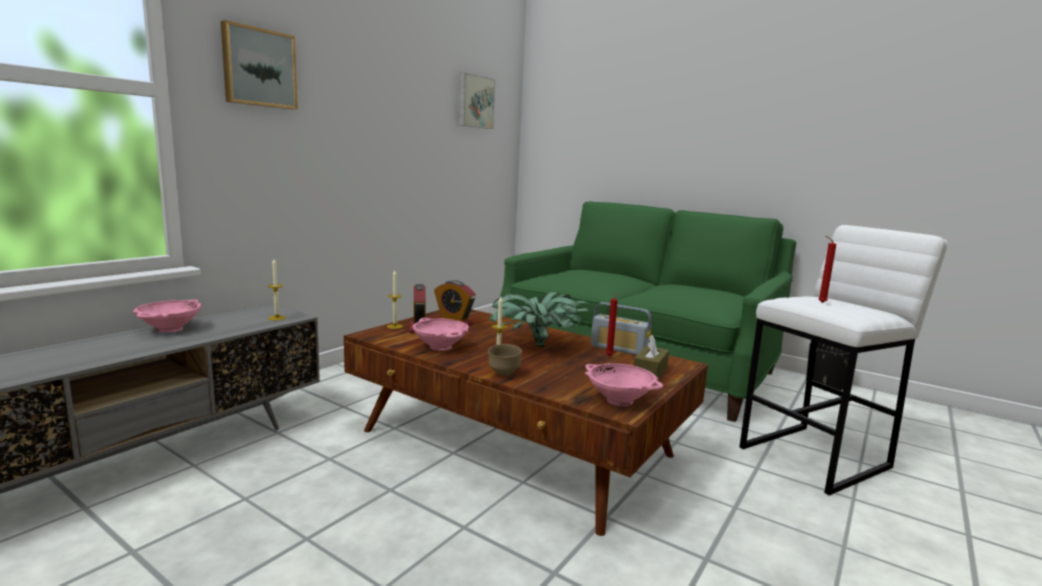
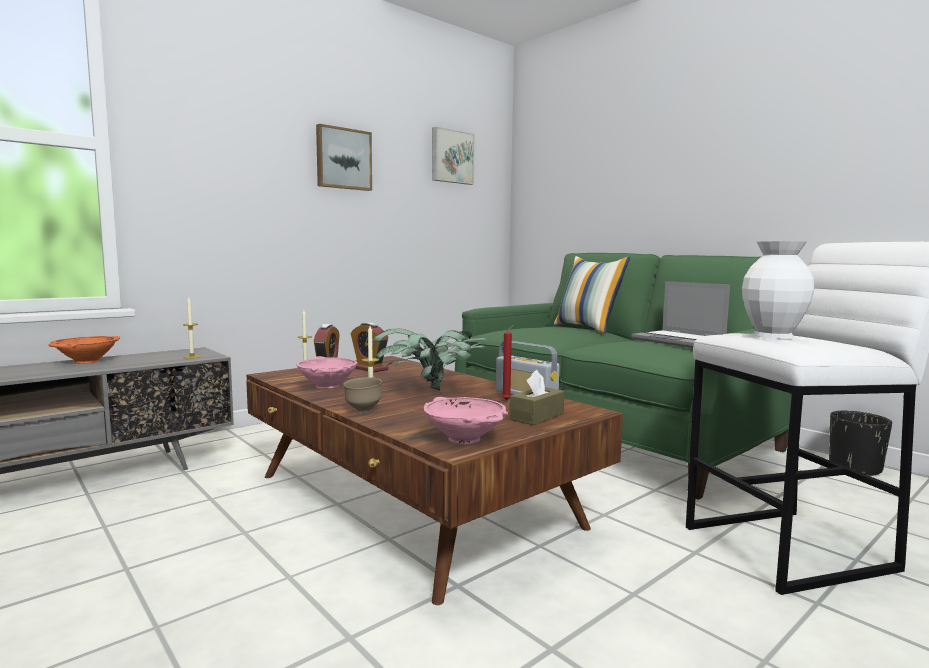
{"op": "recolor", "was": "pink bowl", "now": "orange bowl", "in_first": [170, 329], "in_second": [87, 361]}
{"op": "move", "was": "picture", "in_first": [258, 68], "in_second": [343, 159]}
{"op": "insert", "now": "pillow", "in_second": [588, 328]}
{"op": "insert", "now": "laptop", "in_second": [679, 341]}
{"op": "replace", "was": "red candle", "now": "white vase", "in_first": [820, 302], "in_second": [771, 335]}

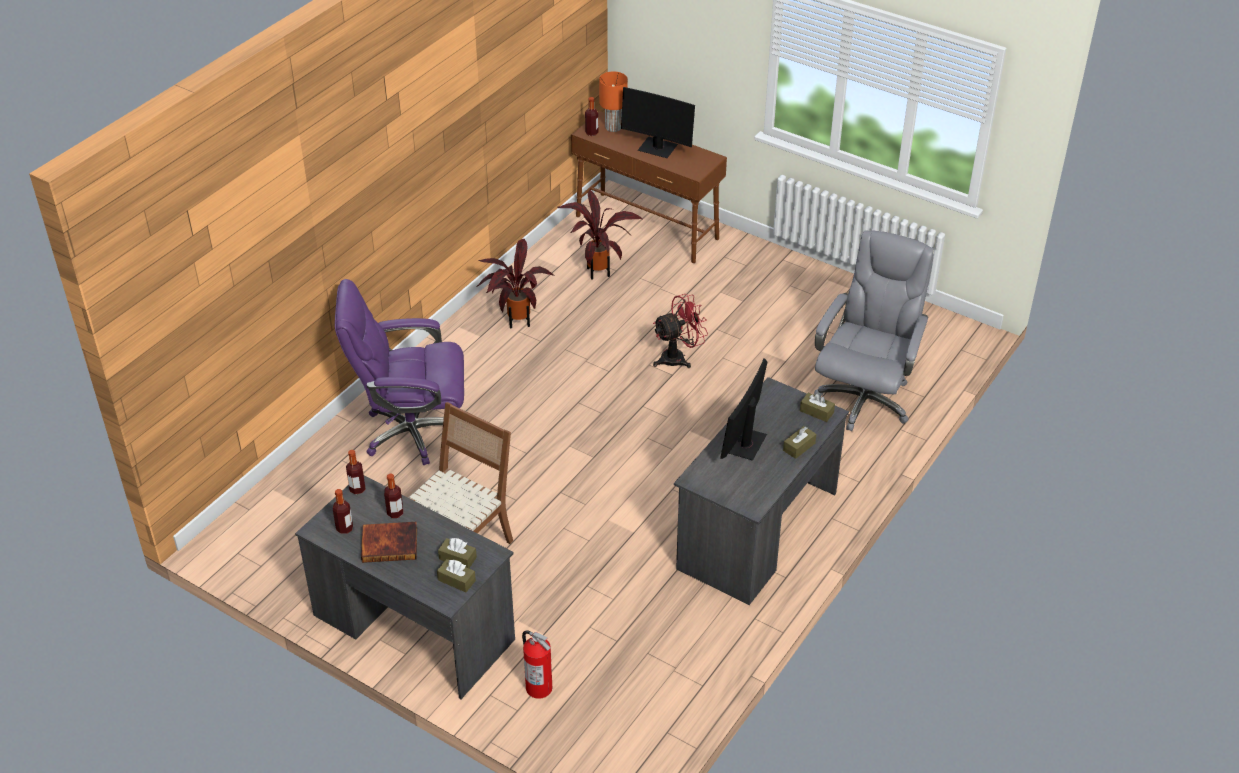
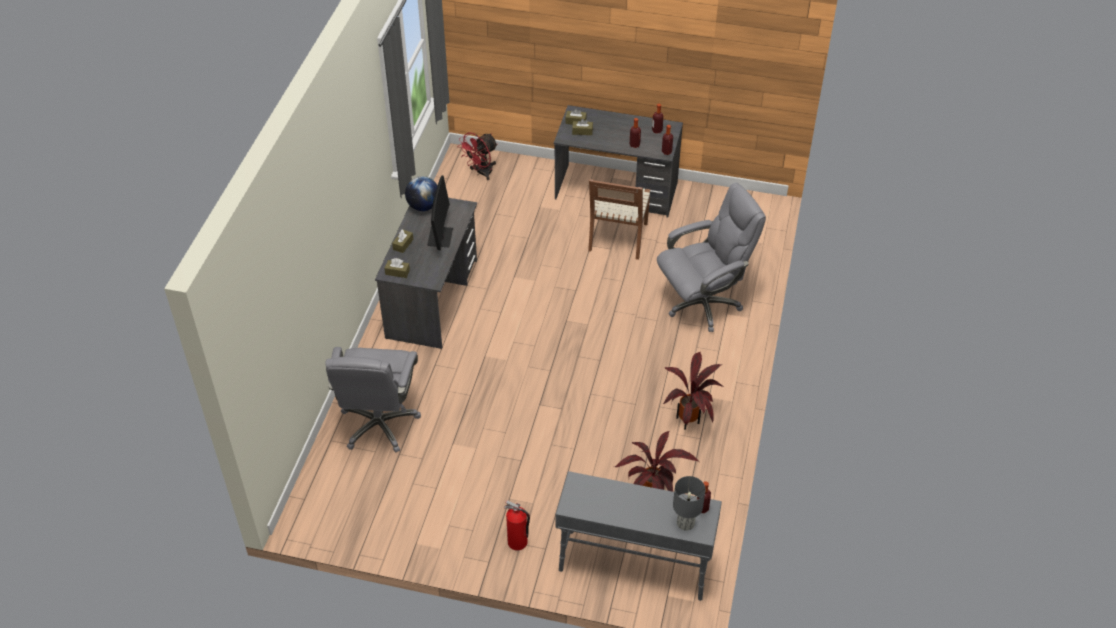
{"op": "insert", "now": "globe", "in_second": [423, 206]}
{"op": "move", "was": "red fan", "in_first": [678, 357], "in_second": [481, 172]}
{"op": "move", "was": "fire extinguisher", "in_first": [539, 687], "in_second": [517, 542]}
{"op": "recolor", "was": "brown console table", "now": "grey console table", "in_first": [646, 228], "in_second": [634, 564]}
{"op": "recolor", "was": "purple office chair", "now": "grey office chair", "in_first": [414, 432], "in_second": [702, 305]}
{"op": "recolor", "was": "orange table lamp", "now": "grey table lamp", "in_first": [613, 127], "in_second": [685, 523]}
{"op": "delete", "was": "book", "in_first": [390, 543]}
{"op": "delete", "was": "monitor", "in_first": [657, 148]}

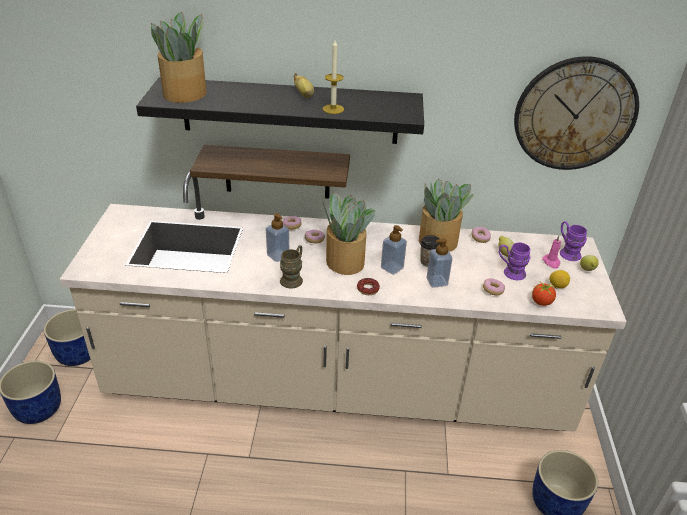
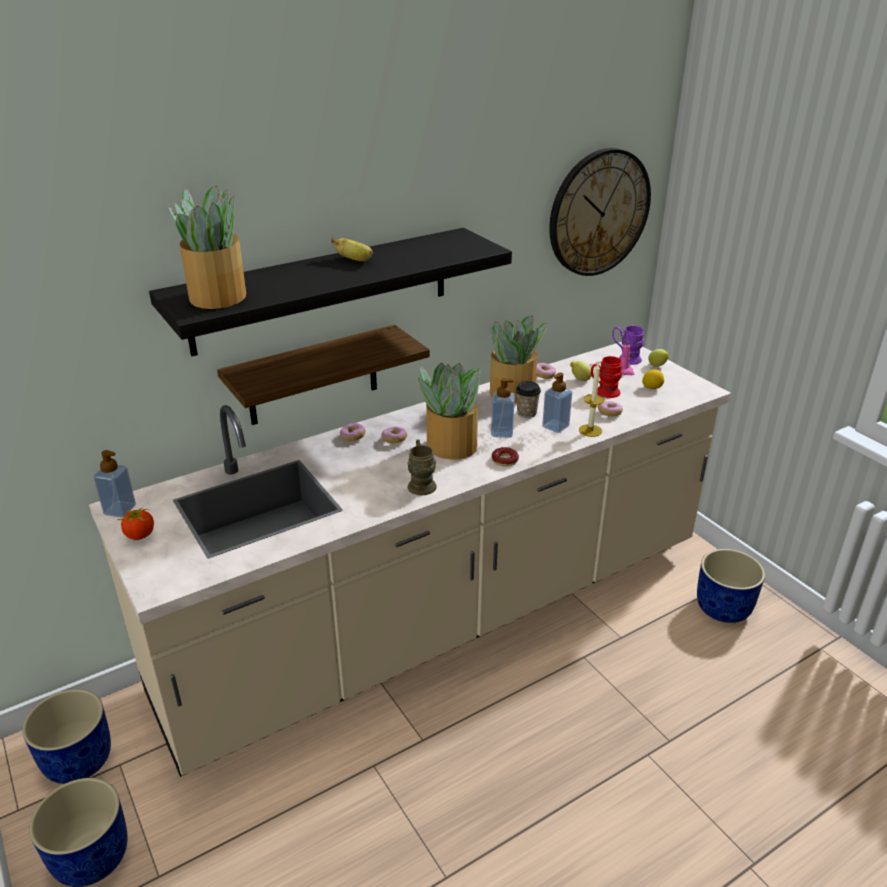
{"op": "move", "was": "soap dispenser", "in_first": [278, 255], "in_second": [120, 510]}
{"op": "move", "was": "tomato", "in_first": [541, 302], "in_second": [140, 535]}
{"op": "move", "was": "candle", "in_first": [333, 109], "in_second": [590, 430]}
{"op": "recolor", "was": "purple mug", "now": "red mug", "in_first": [510, 272], "in_second": [603, 393]}

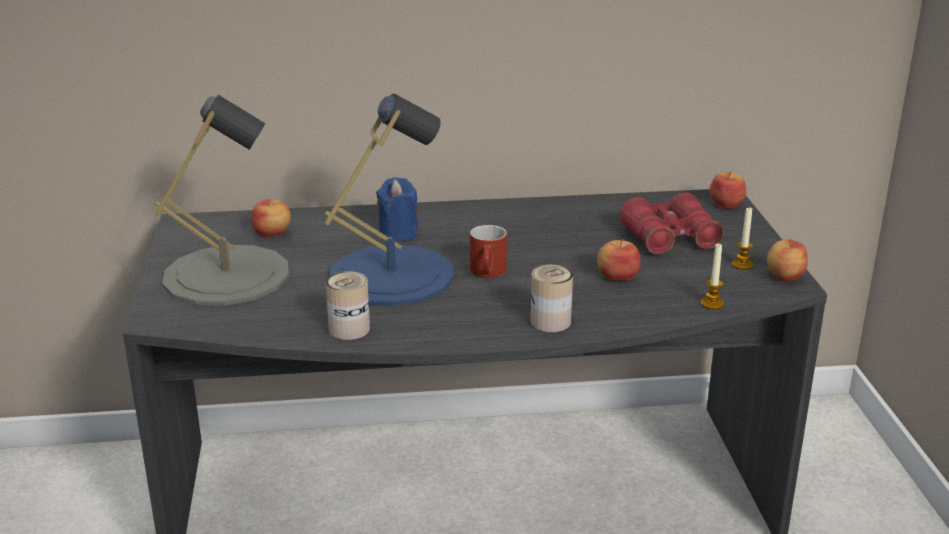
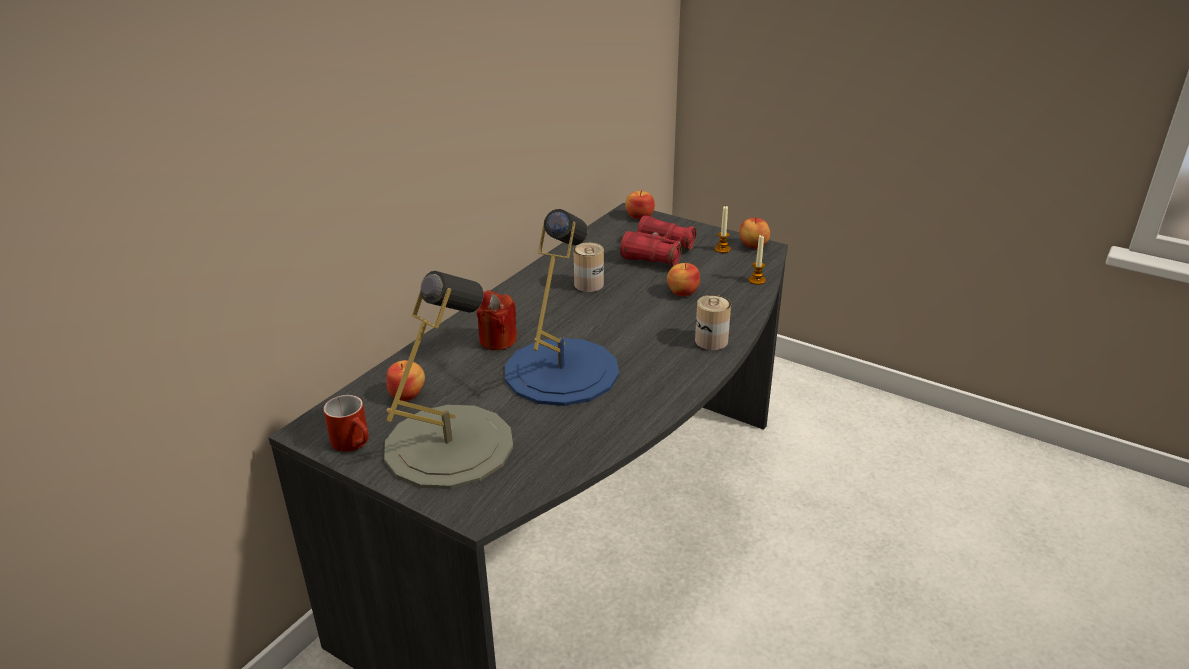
{"op": "move", "was": "red mug", "in_first": [489, 273], "in_second": [355, 442]}
{"op": "recolor", "was": "blue candle", "now": "red candle", "in_first": [398, 233], "in_second": [497, 340]}
{"op": "move", "was": "can", "in_first": [349, 329], "in_second": [589, 284]}

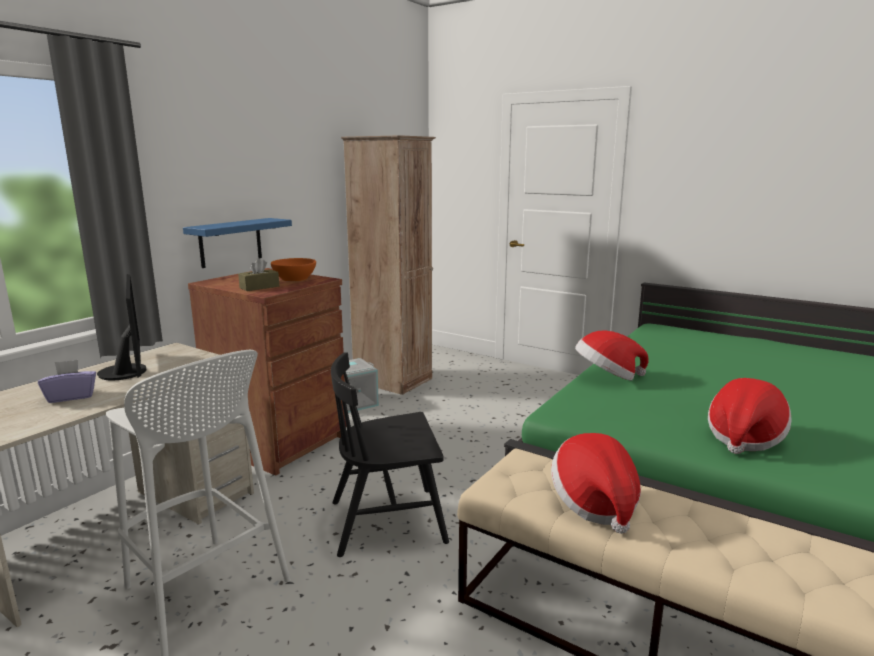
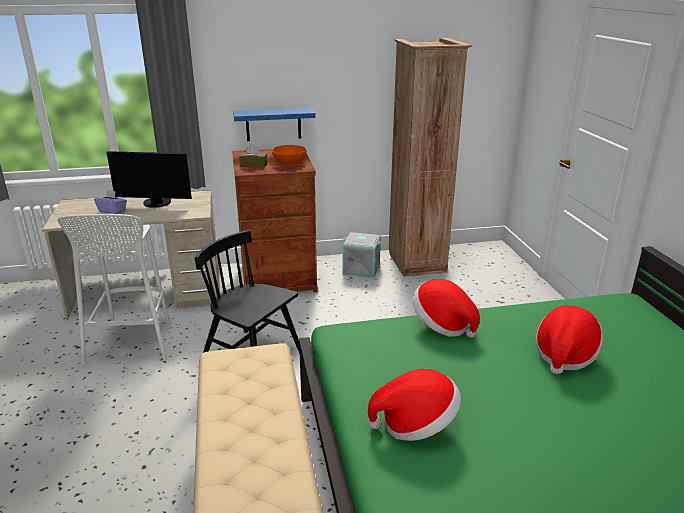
{"op": "rotate", "was": "monitor", "in_first": [128, 371], "in_second": [156, 203], "clockwise": 75}
{"op": "move", "was": "hat", "in_first": [594, 504], "in_second": [564, 355]}

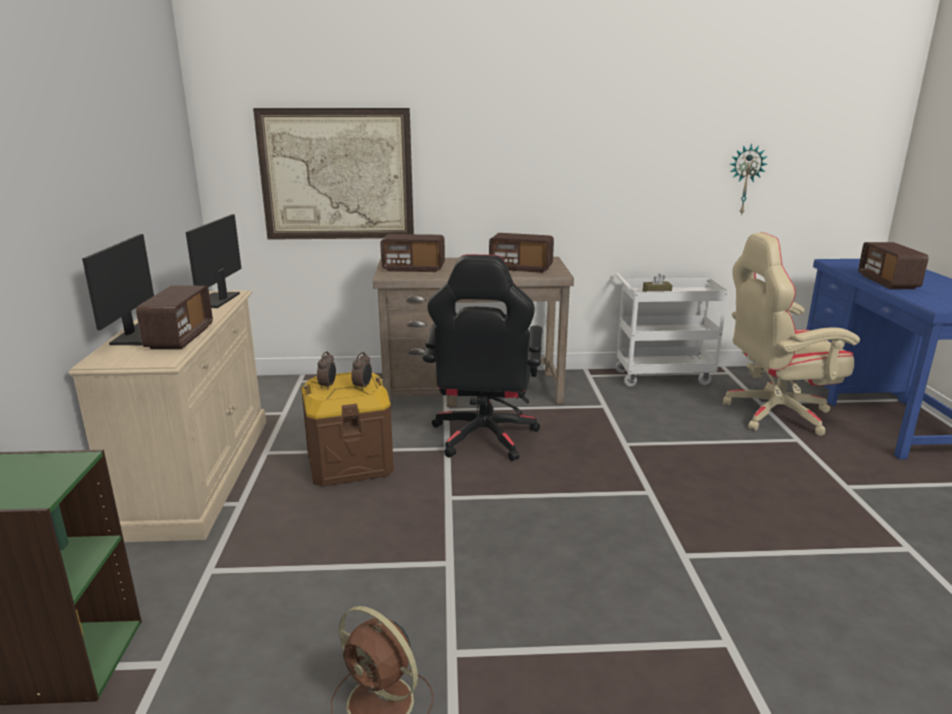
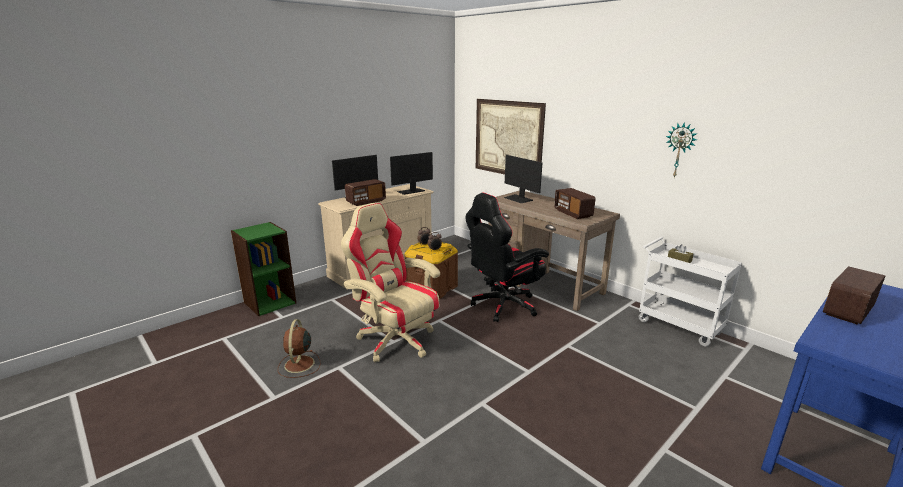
{"op": "move", "was": "beige office chair", "in_first": [777, 413], "in_second": [396, 341]}
{"op": "replace", "was": "radio", "now": "monitor", "in_first": [413, 269], "in_second": [518, 199]}
{"op": "move", "was": "wall clock", "in_first": [745, 179], "in_second": [680, 150]}

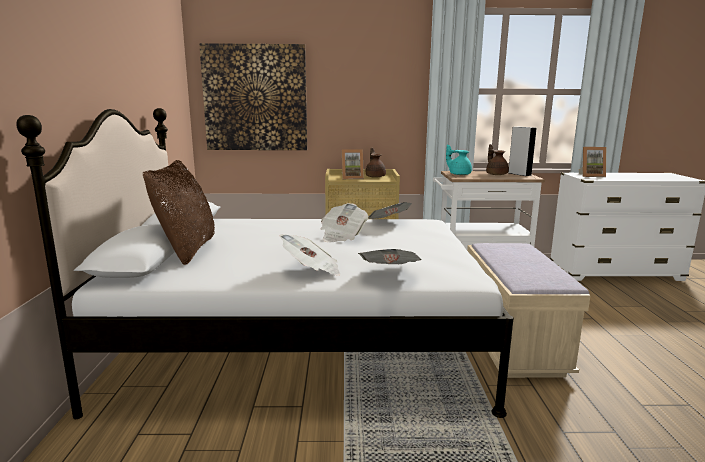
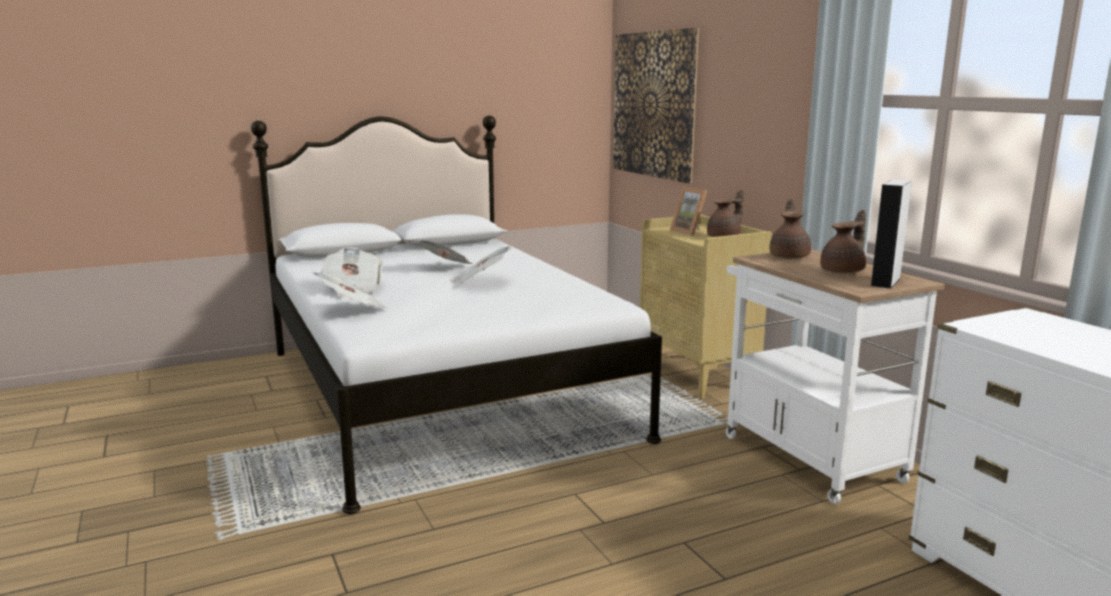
{"op": "move", "was": "newspaper", "in_first": [388, 223], "in_second": [446, 268]}
{"op": "recolor", "was": "turquoise teapot", "now": "brown teapot", "in_first": [459, 174], "in_second": [789, 256]}
{"op": "delete", "was": "brown pillow", "in_first": [187, 251]}
{"op": "delete", "was": "beige bench", "in_first": [511, 343]}
{"op": "delete", "was": "picture frame", "in_first": [591, 176]}

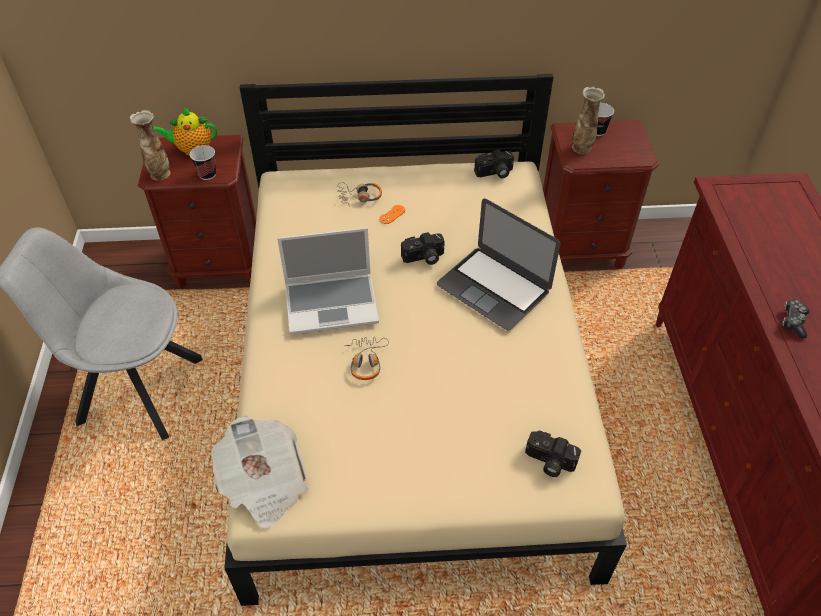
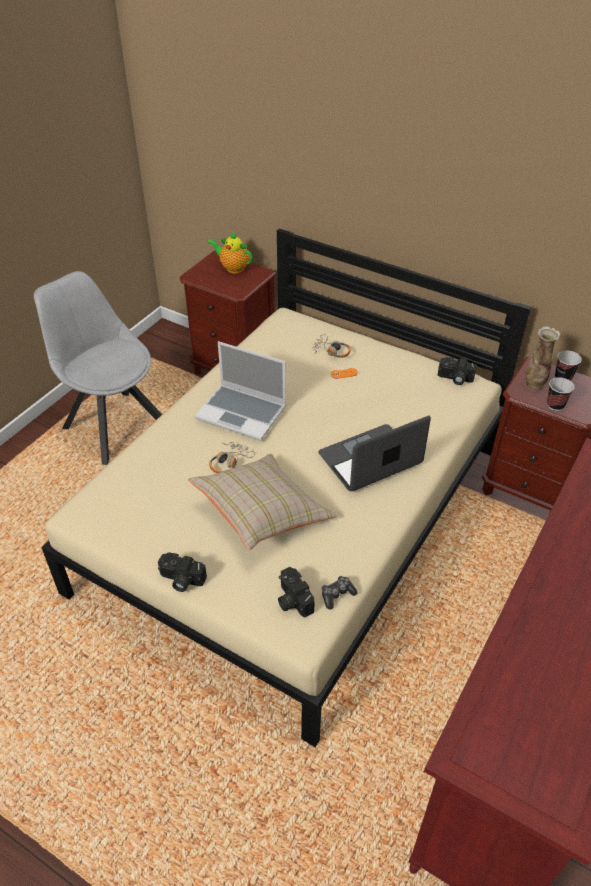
{"op": "move", "was": "photo camera", "in_first": [423, 258], "in_second": [181, 580]}
{"op": "insert", "now": "beige pillow", "in_second": [262, 513]}
{"op": "rotate", "was": "laptop", "in_first": [493, 287], "in_second": [370, 459], "clockwise": 75}
{"op": "move", "was": "game controller", "in_first": [793, 321], "in_second": [337, 595]}
{"op": "move", "was": "cup", "in_first": [207, 174], "in_second": [555, 405]}
{"op": "delete", "was": "vase", "in_first": [159, 173]}
{"op": "delete", "was": "newspaper", "in_first": [264, 483]}

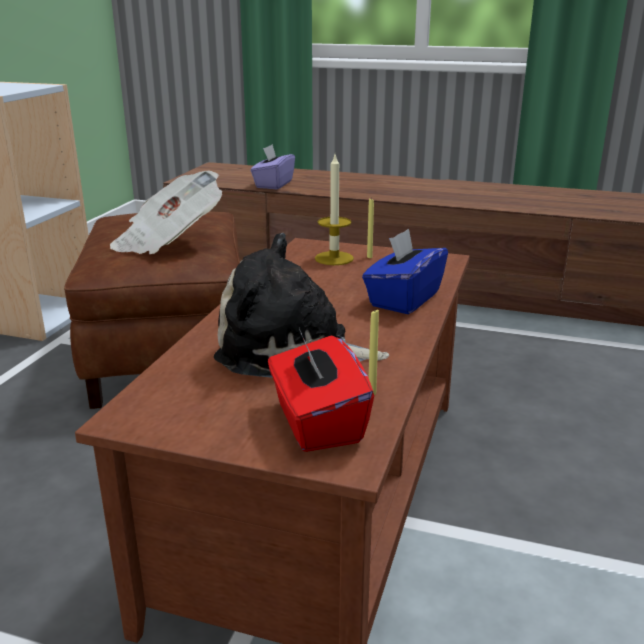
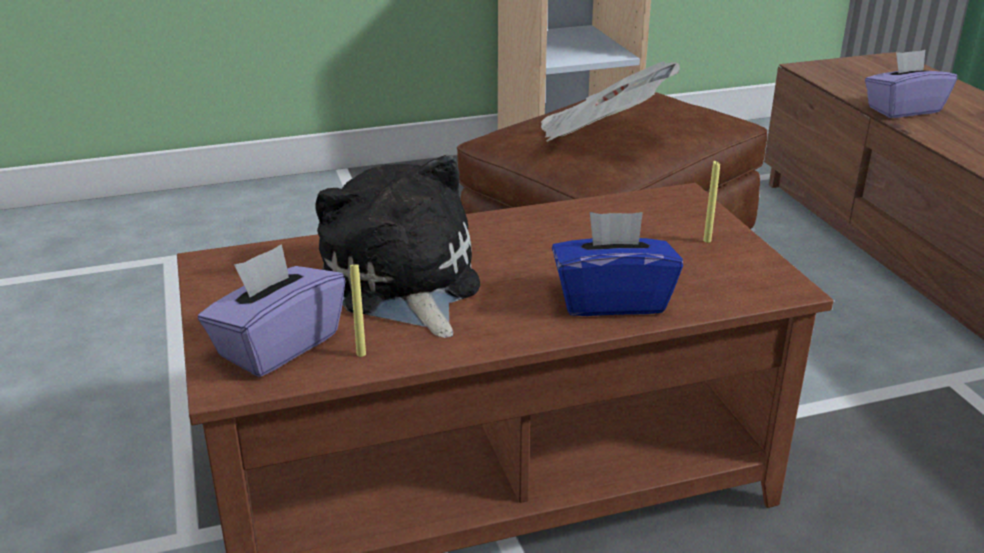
{"op": "recolor", "was": "red tissue box", "now": "purple tissue box", "in_first": [316, 422], "in_second": [277, 345]}
{"op": "delete", "was": "candle", "in_first": [334, 258]}

